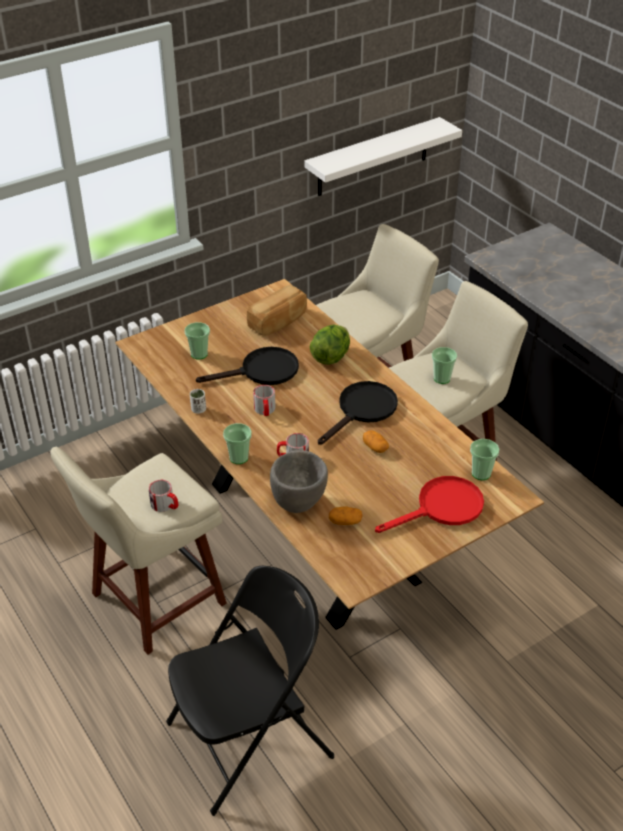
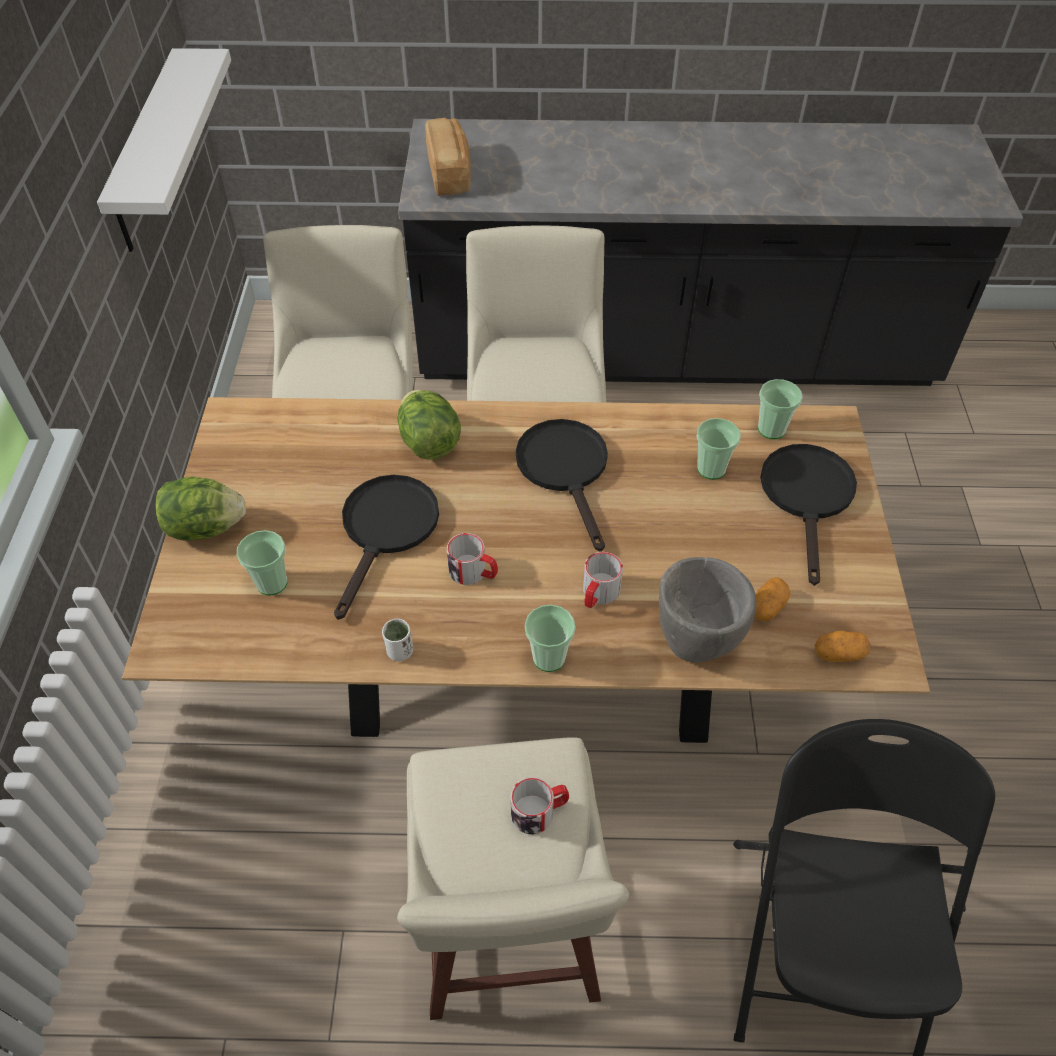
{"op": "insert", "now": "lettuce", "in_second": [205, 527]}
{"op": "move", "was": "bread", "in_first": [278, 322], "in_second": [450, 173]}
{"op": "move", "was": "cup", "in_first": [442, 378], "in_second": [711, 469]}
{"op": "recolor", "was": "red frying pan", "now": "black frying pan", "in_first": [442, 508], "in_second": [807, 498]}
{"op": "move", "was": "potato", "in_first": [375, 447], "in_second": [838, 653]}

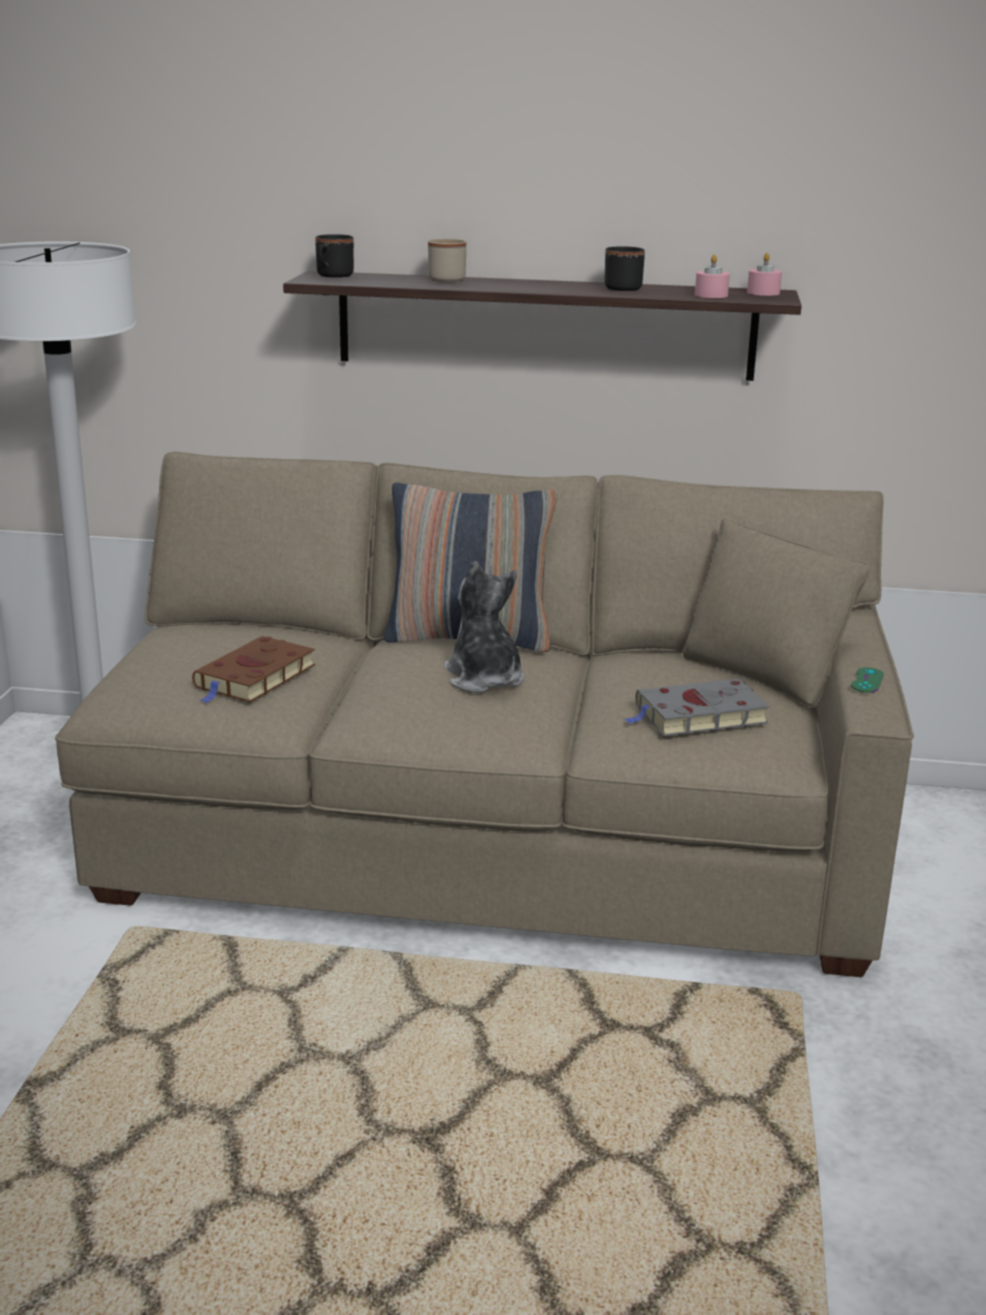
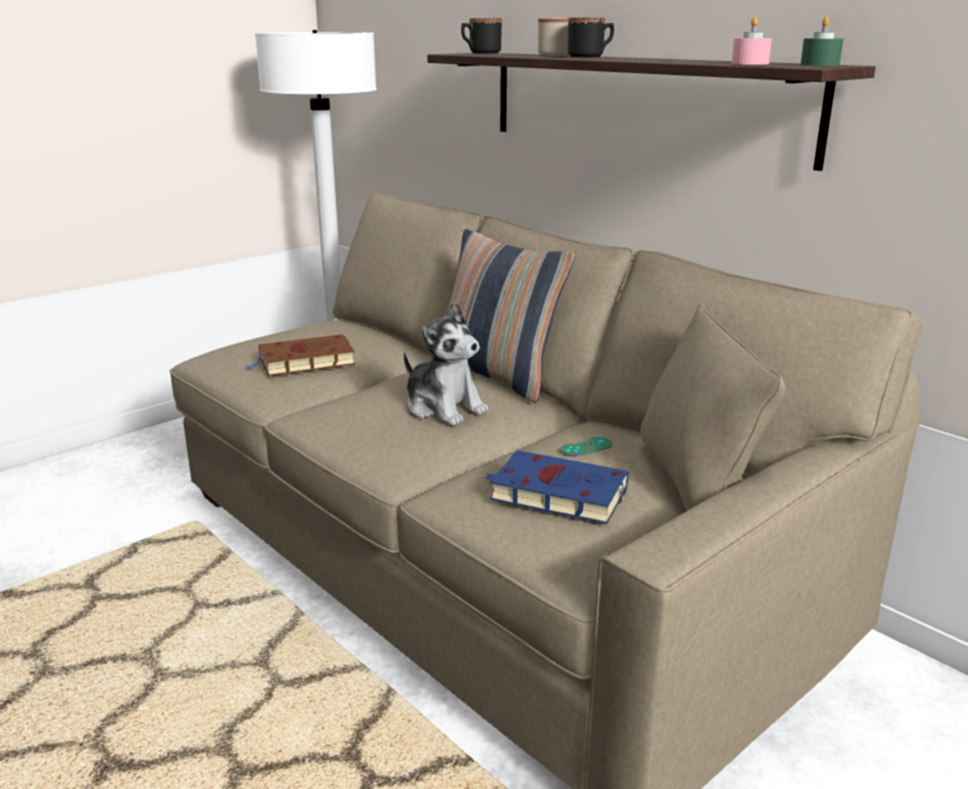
{"op": "rotate", "was": "plush toy", "in_first": [484, 679], "in_second": [444, 407], "clockwise": 120}
{"op": "recolor", "was": "grey book", "now": "blue book", "in_first": [697, 716], "in_second": [555, 493]}
{"op": "move", "was": "green game controller", "in_first": [867, 680], "in_second": [586, 447]}
{"op": "move", "was": "black mug", "in_first": [626, 288], "in_second": [590, 56]}
{"op": "recolor", "was": "pink candle", "now": "green candle", "in_first": [763, 293], "in_second": [819, 64]}

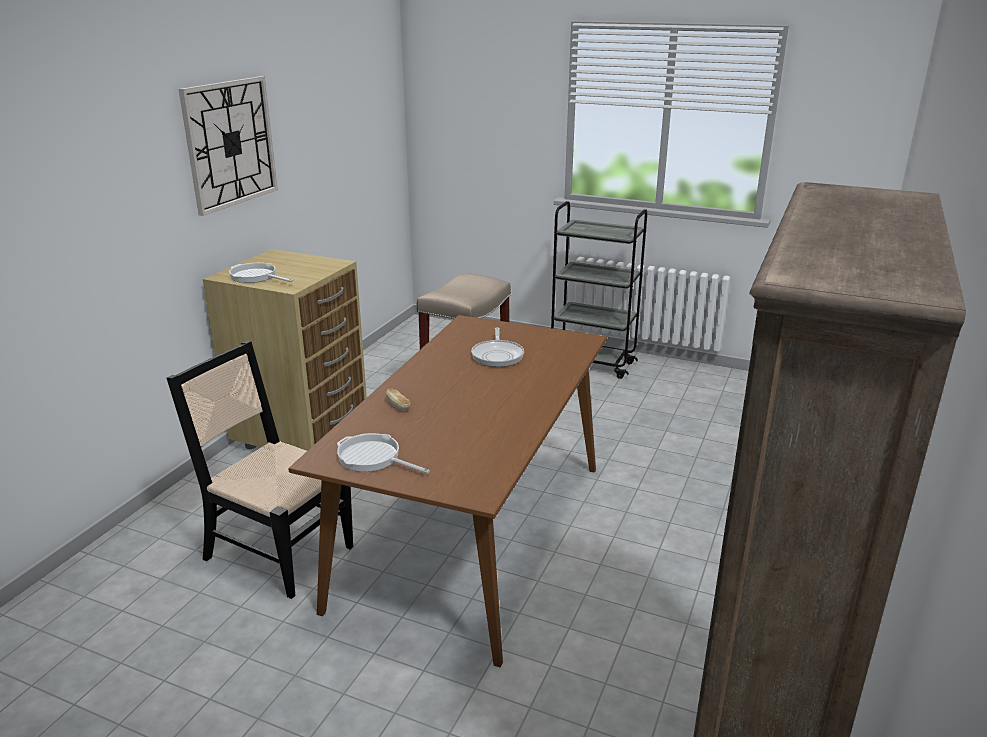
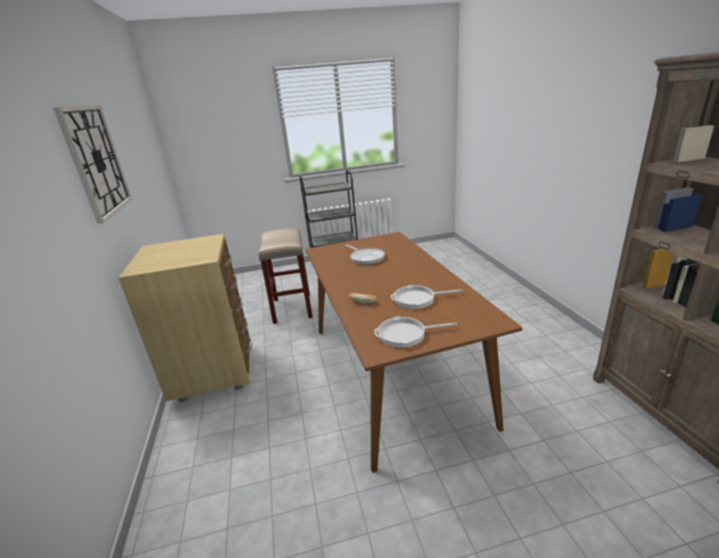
{"op": "move", "was": "frying pan", "in_first": [256, 277], "in_second": [417, 299]}
{"op": "delete", "was": "chair", "in_first": [279, 552]}

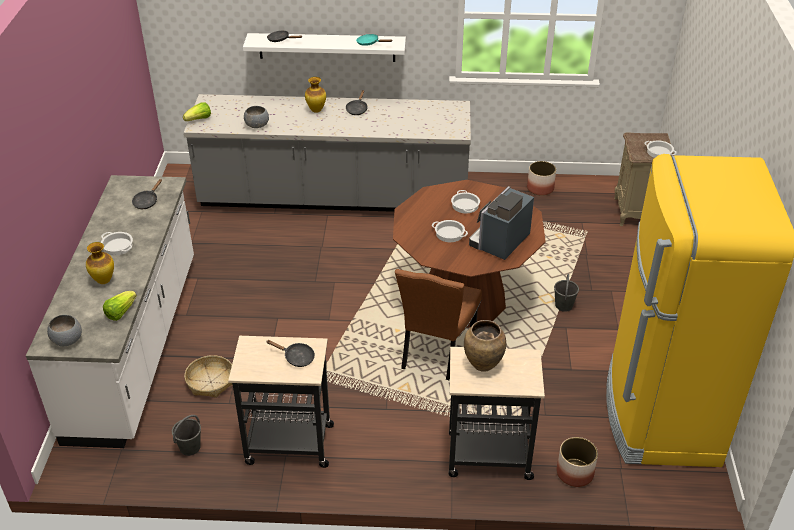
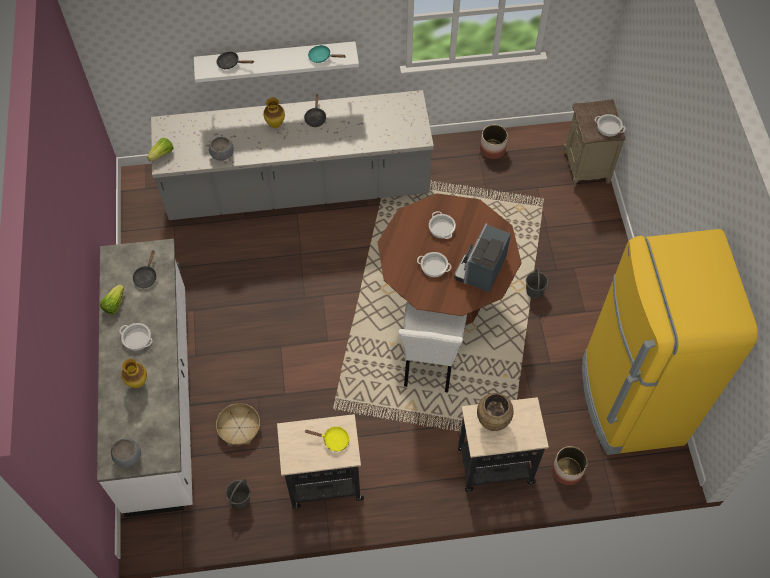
{"op": "move", "was": "lettuce", "in_first": [120, 312], "in_second": [114, 304]}
{"op": "recolor", "was": "black frying pan", "now": "yellow frying pan", "in_first": [296, 357], "in_second": [333, 440]}
{"op": "recolor", "was": "brown chair", "now": "white chair", "in_first": [436, 348], "in_second": [430, 358]}

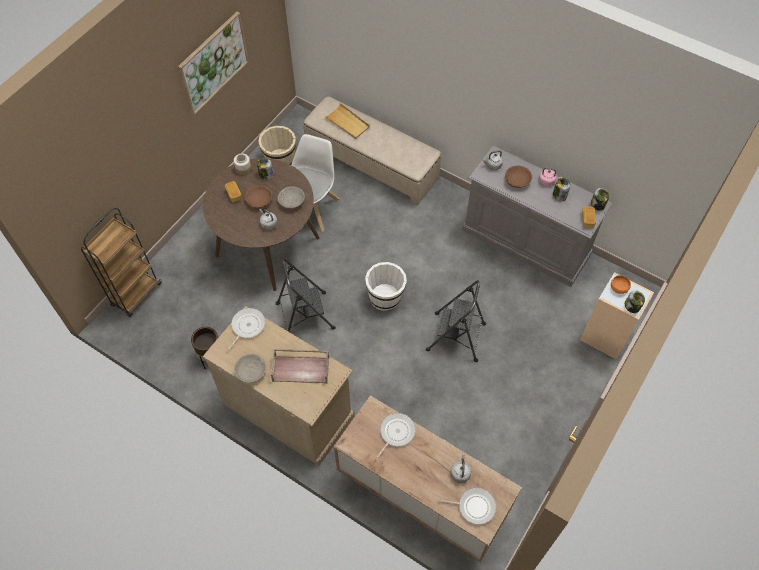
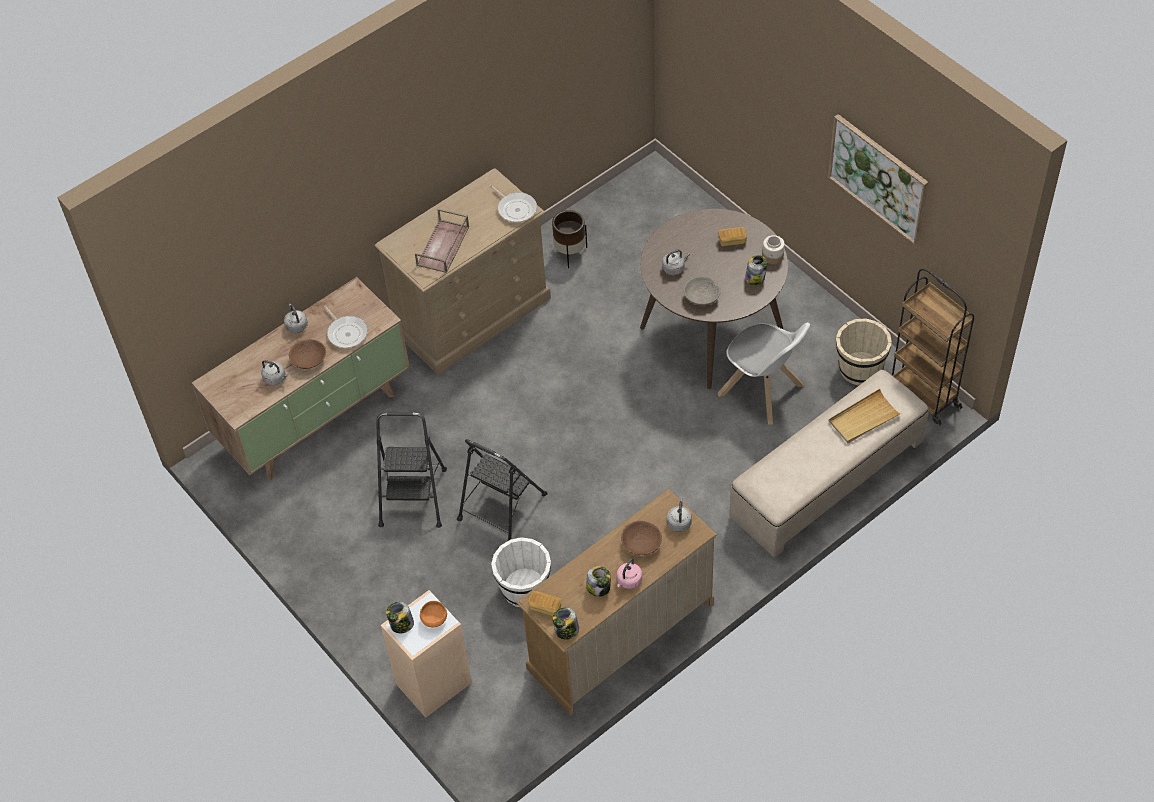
{"op": "insert", "now": "grey kettle", "in_second": [296, 325]}
{"op": "move", "was": "brown bowl", "in_first": [259, 201], "in_second": [309, 360]}
{"op": "move", "was": "black step ladder", "in_first": [303, 315], "in_second": [413, 494]}
{"op": "move", "was": "white bucket", "in_first": [385, 297], "in_second": [524, 589]}
{"op": "recolor", "was": "grey cabinet", "now": "brown cabinet", "in_first": [526, 243], "in_second": [619, 636]}
{"op": "move", "was": "brown cart", "in_first": [136, 295], "in_second": [923, 395]}
{"op": "delete", "was": "grey bowl", "in_first": [251, 371]}
{"op": "delete", "was": "frying pan", "in_first": [474, 506]}

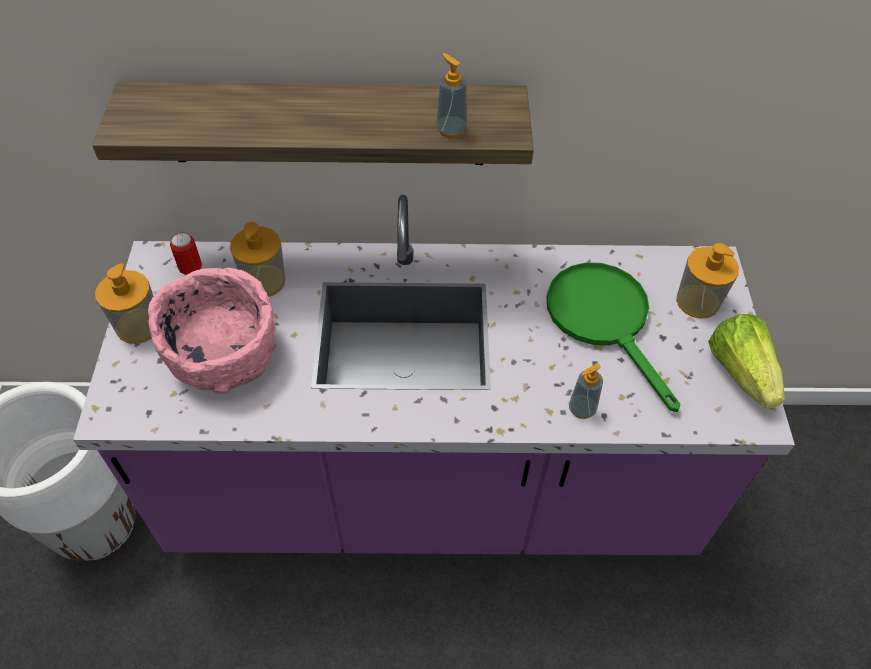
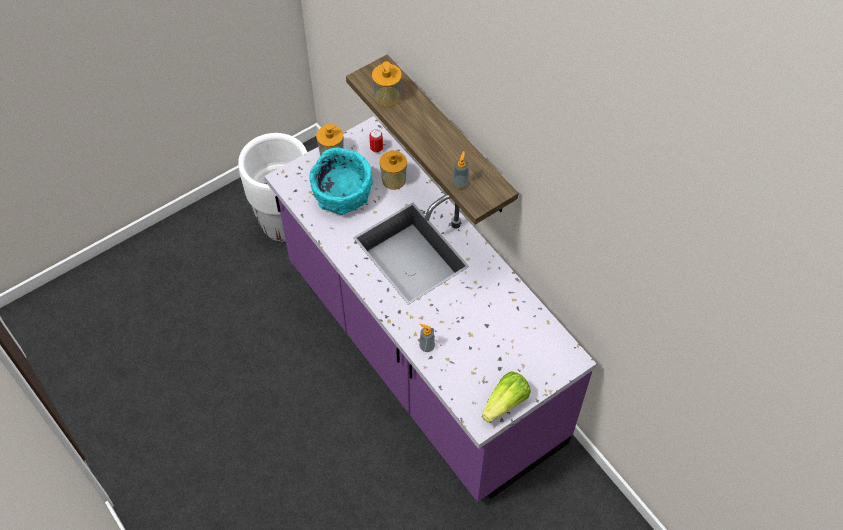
{"op": "recolor", "was": "pink bowl", "now": "turquoise bowl", "in_first": [225, 355], "in_second": [343, 195]}
{"op": "move", "was": "soap dispenser", "in_first": [697, 301], "in_second": [387, 96]}
{"op": "delete", "was": "green frying pan", "in_first": [605, 320]}

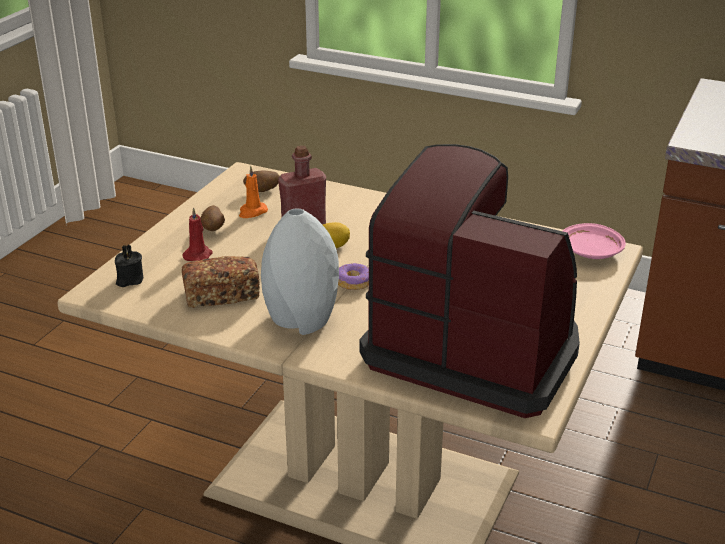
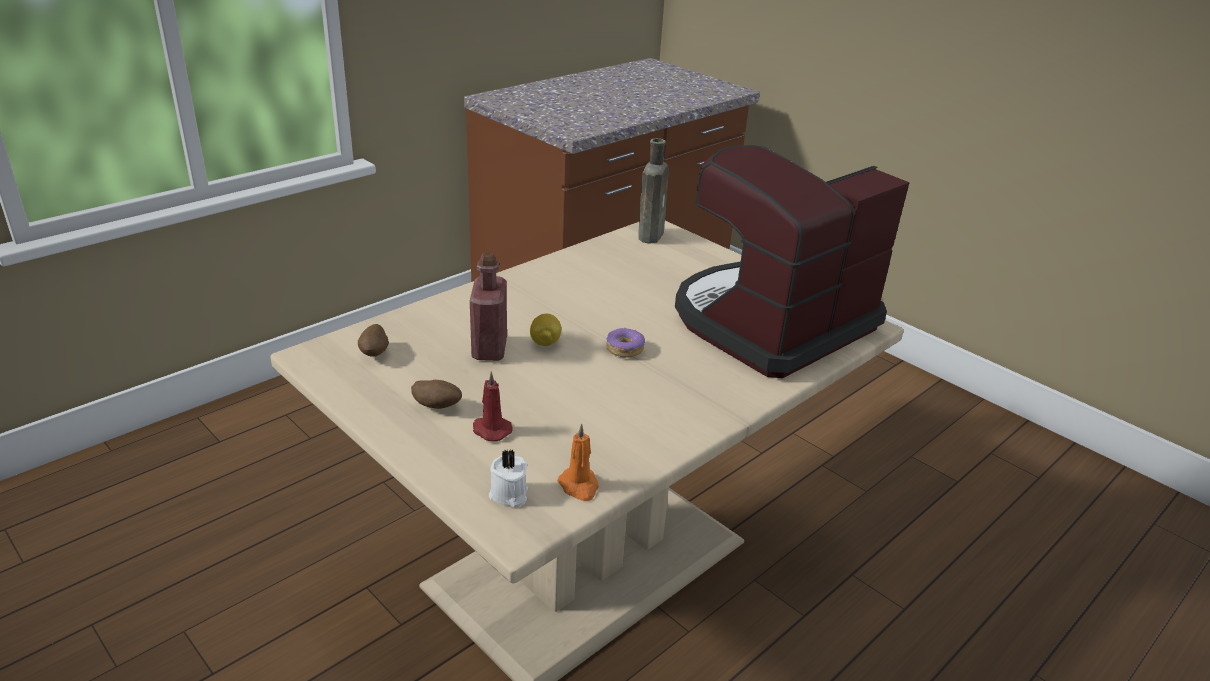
{"op": "recolor", "was": "black candle", "now": "white candle", "in_first": [129, 279], "in_second": [509, 495]}
{"op": "move", "was": "orange candle", "in_first": [252, 212], "in_second": [579, 486]}
{"op": "replace", "was": "pink plate", "now": "brown bottle", "in_first": [591, 252], "in_second": [651, 235]}
{"op": "delete", "was": "bread", "in_first": [221, 295]}
{"op": "delete", "was": "grey vase", "in_first": [301, 320]}

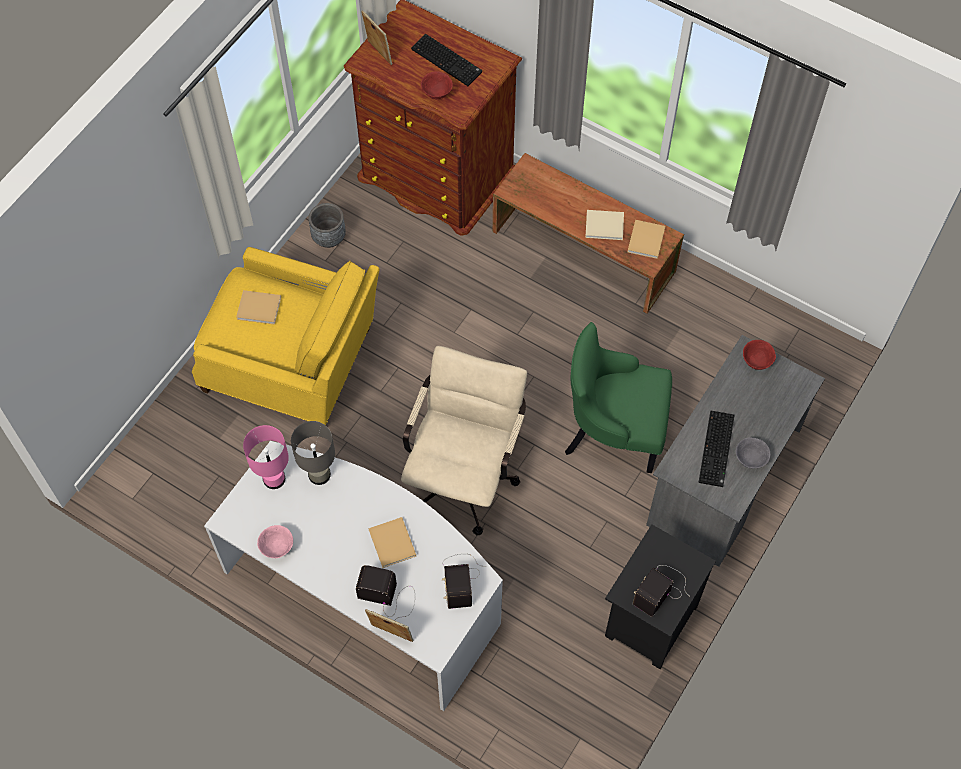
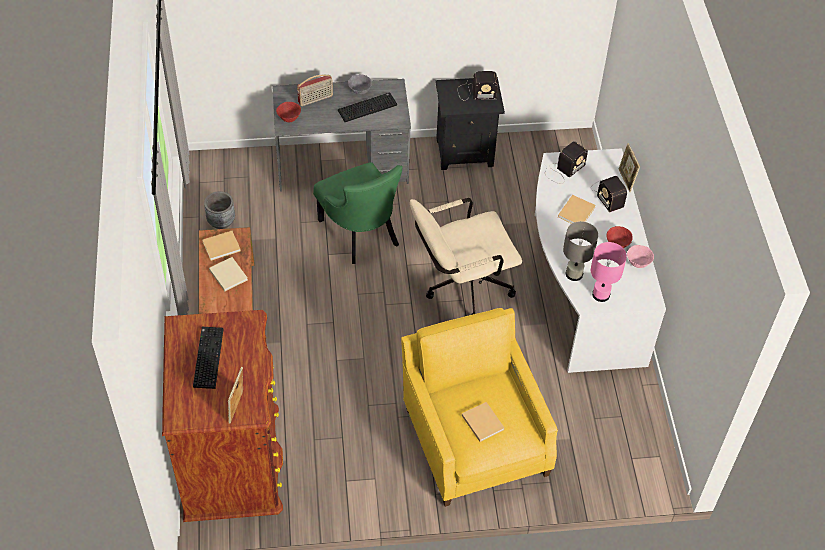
{"op": "move", "was": "grey planter", "in_first": [329, 237], "in_second": [221, 221]}
{"op": "insert", "now": "radio", "in_second": [315, 99]}
{"op": "move", "was": "red bowl", "in_first": [437, 94], "in_second": [617, 244]}

